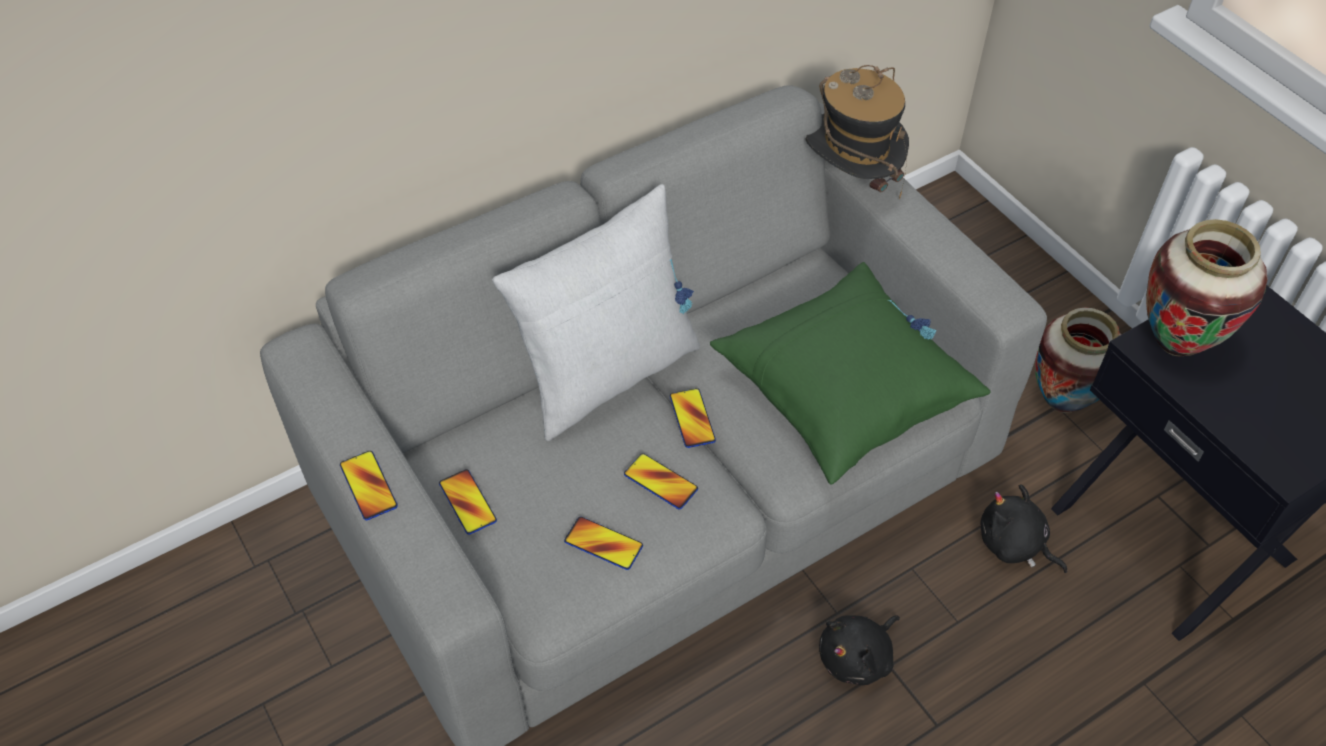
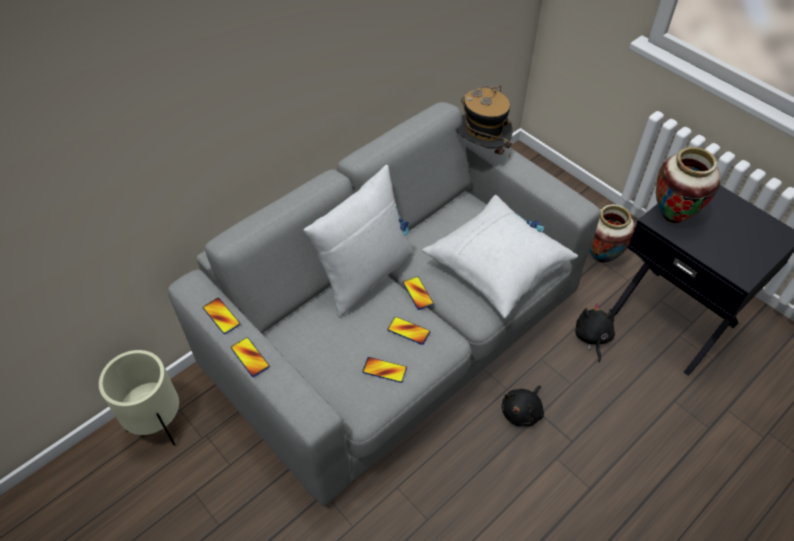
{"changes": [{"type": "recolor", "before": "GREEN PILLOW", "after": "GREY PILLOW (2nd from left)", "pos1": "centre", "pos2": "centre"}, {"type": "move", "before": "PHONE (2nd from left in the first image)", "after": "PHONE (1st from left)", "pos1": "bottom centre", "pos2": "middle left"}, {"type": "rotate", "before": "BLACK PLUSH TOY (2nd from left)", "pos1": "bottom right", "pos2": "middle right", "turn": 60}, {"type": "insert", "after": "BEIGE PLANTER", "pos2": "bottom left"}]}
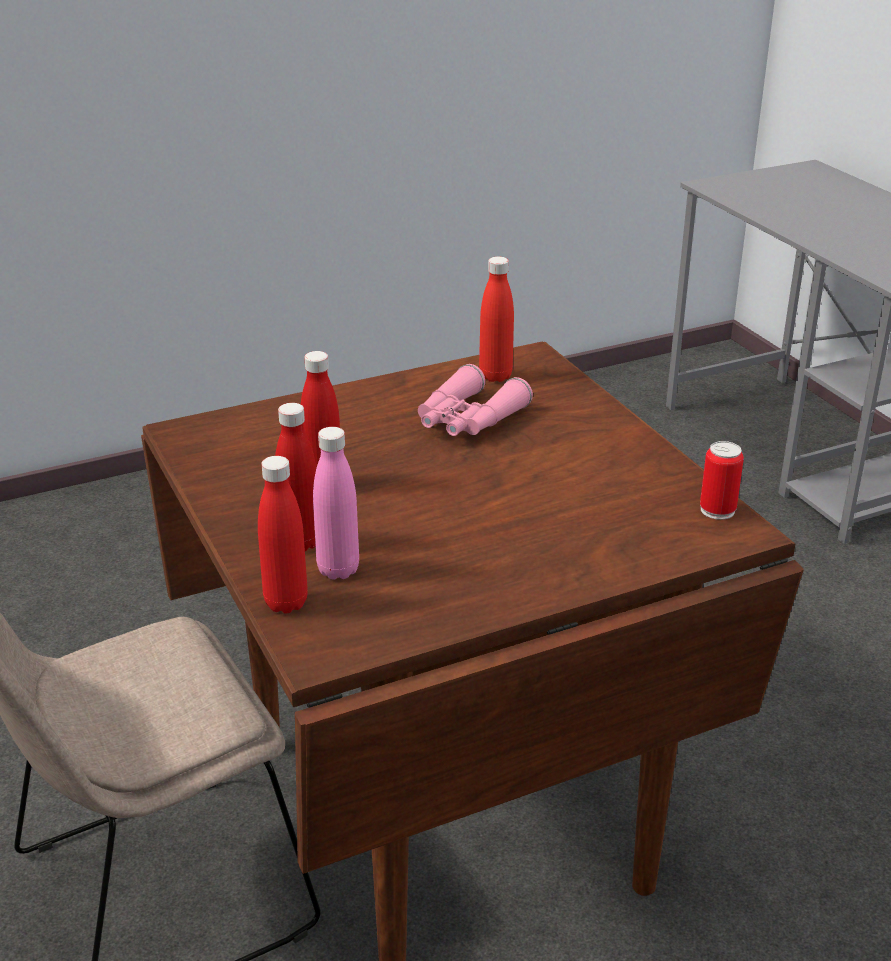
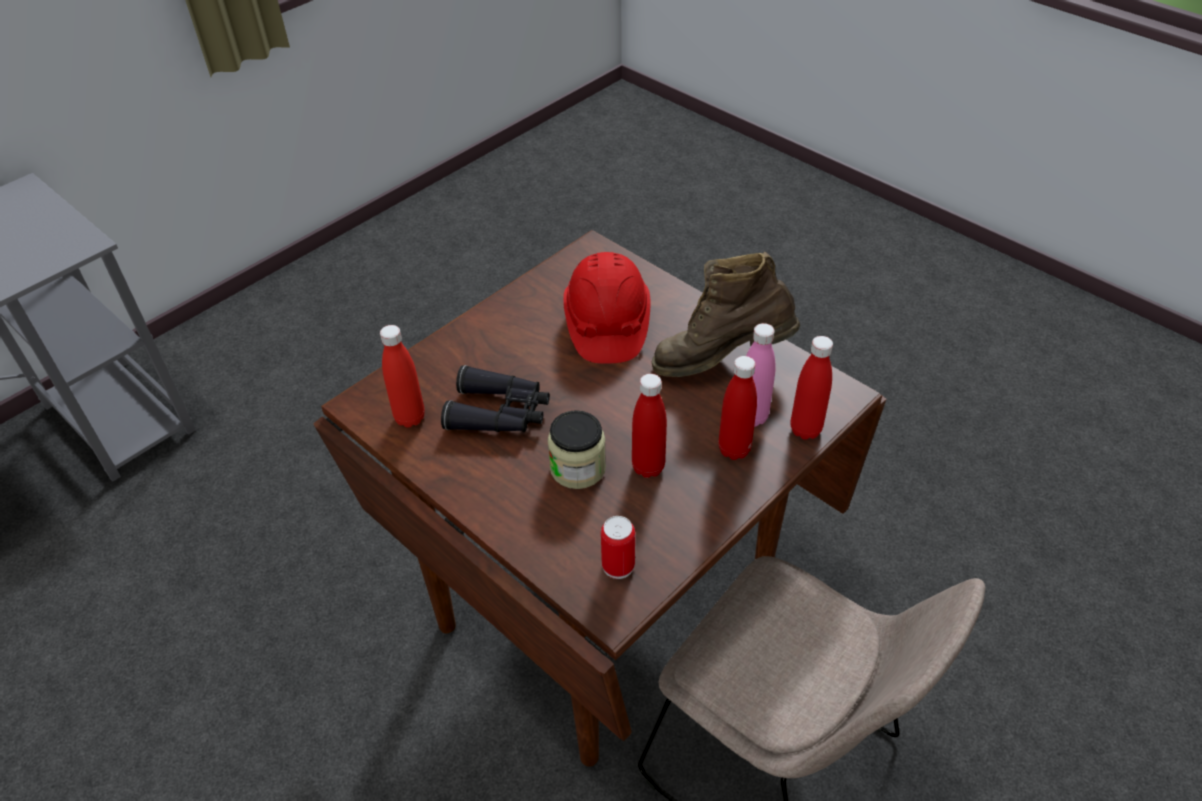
{"changes": [{"type": "recolor", "before": "PINK BINOCULARS", "after": "BLACK BINOCULARS", "pos1": "centre", "pos2": "centre"}, {"type": "move", "before": "CAN", "pos1": "middle right", "pos2": "bottom centre"}, {"type": "insert", "after": "BROWN BOOT", "pos2": "centre"}, {"type": "insert", "after": "RED HARD HAT", "pos2": "centre"}, {"type": "insert", "after": "JAR", "pos2": "centre"}]}
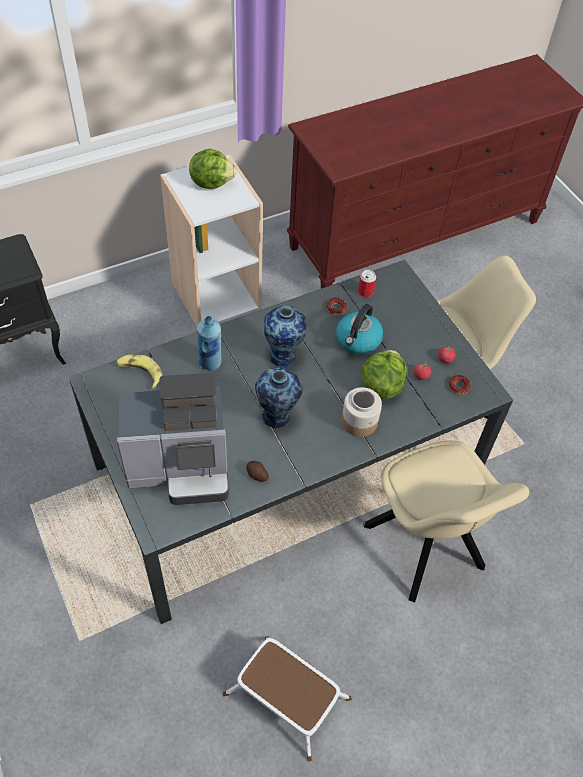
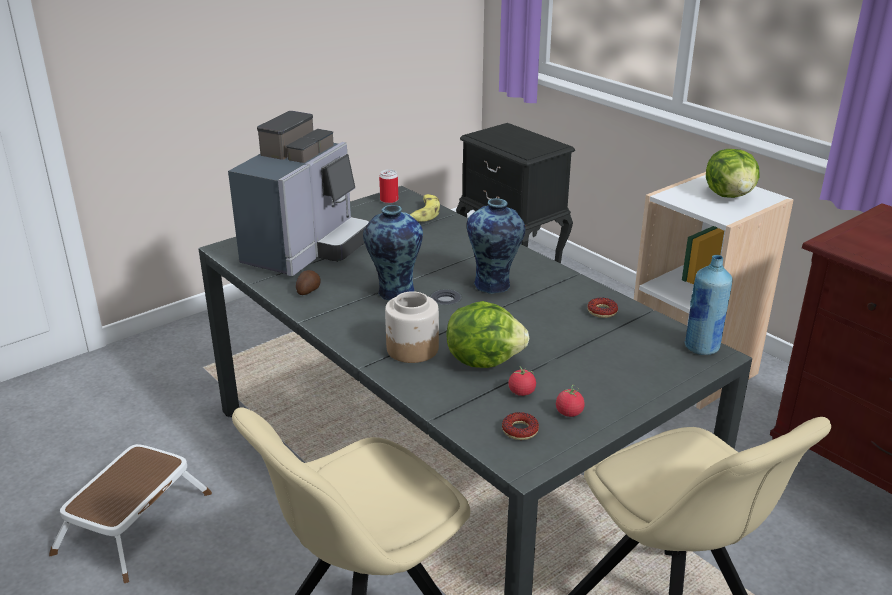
{"changes": [{"type": "move", "before": "CAN", "pos1": "centre", "pos2": "top centre"}, {"type": "delete", "before": "KETTLE", "pos1": "centre"}, {"type": "move", "before": "BLUE BOTTLE", "pos1": "centre", "pos2": "middle right"}, {"type": "rotate", "before": "COFFEE MACHINE", "pos1": "middle left", "pos2": "top centre", "turn": -135}]}
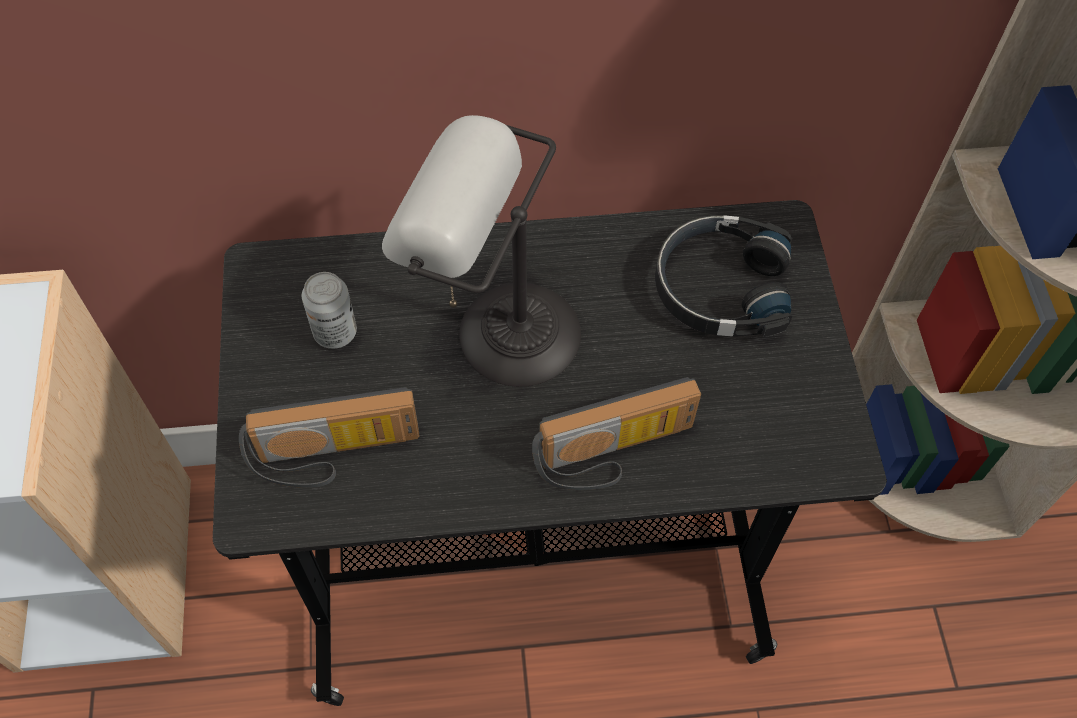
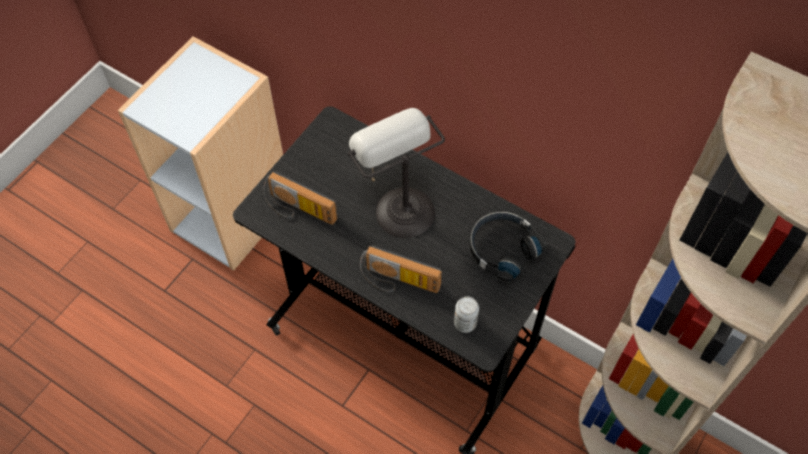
{"changes": [{"type": "move", "before": "CAN", "pos1": "middle left", "pos2": "bottom centre"}]}
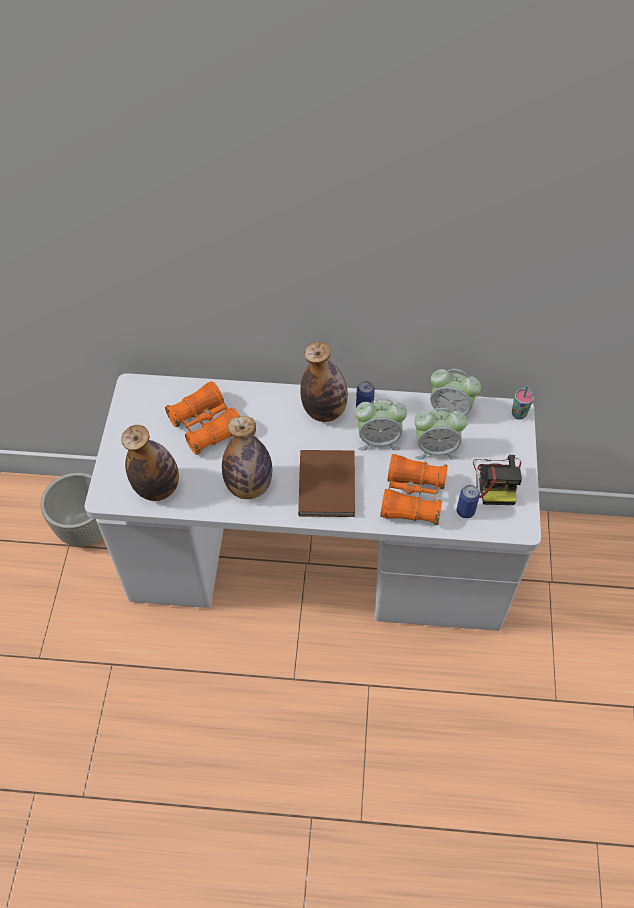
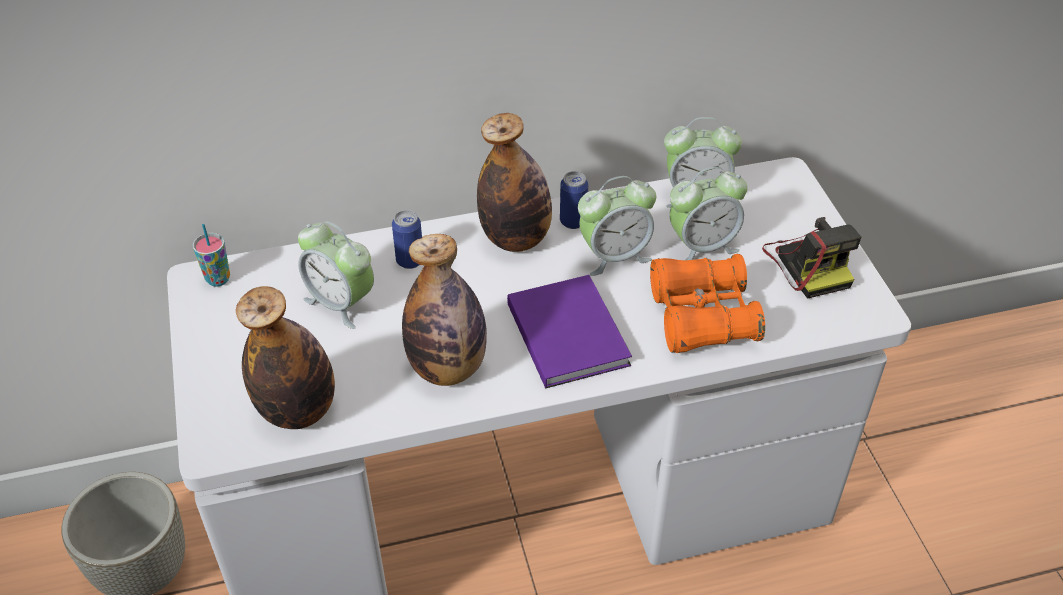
{"changes": [{"type": "replace", "before": "ORANGE BINOCULARS (1st from left)", "after": "ALARM CLOCK (1st from left)", "pos1": "middle left", "pos2": "middle left"}, {"type": "move", "before": "CUP", "pos1": "middle right", "pos2": "middle left"}, {"type": "recolor", "before": "BROWN BOOK", "after": "PURPLE BOOK", "pos1": "centre", "pos2": "centre"}, {"type": "move", "before": "CAN (2nd from left in the first image)", "after": "CAN (1st from left)", "pos1": "middle right", "pos2": "centre"}]}
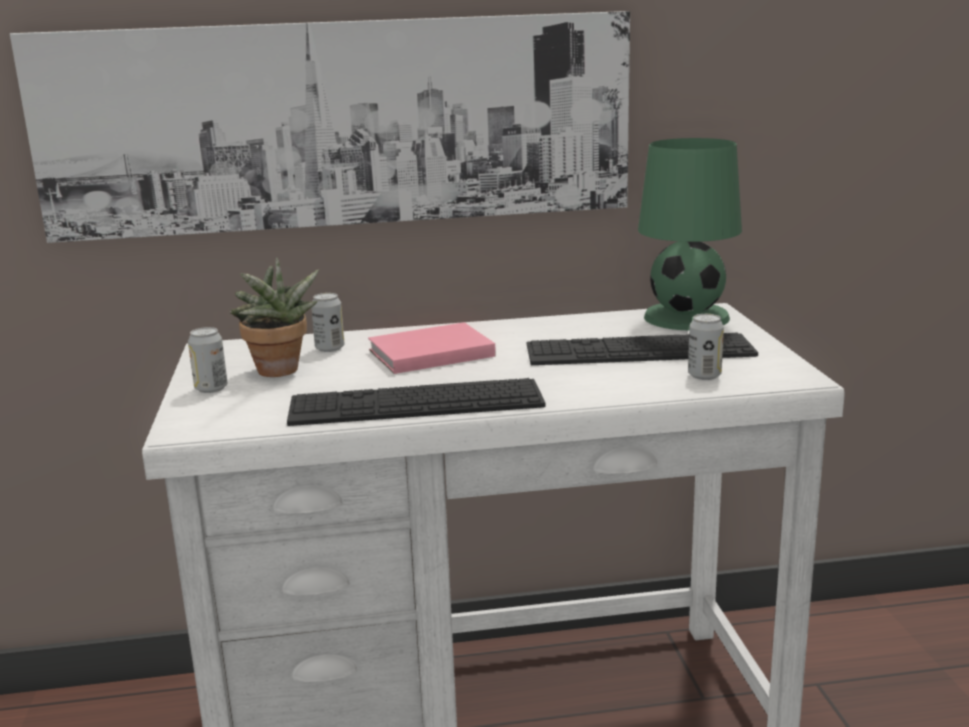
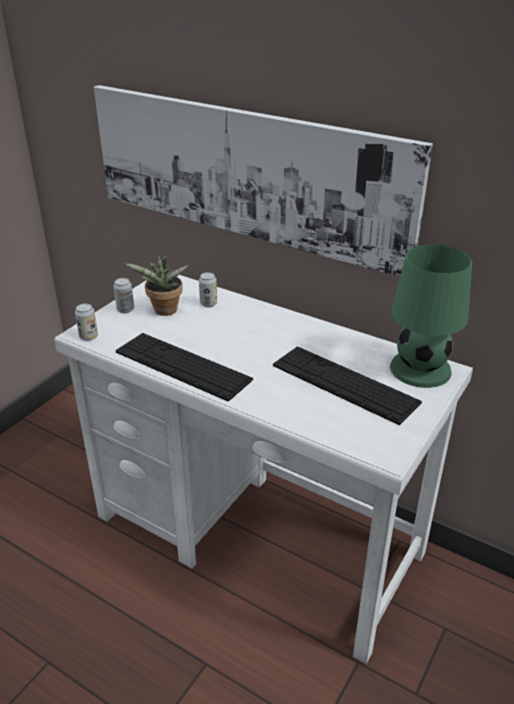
{"changes": [{"type": "move", "before": "CAN (3rd from left in the first image)", "after": "CAN (1st from left)", "pos1": "middle right", "pos2": "middle left"}, {"type": "delete", "before": "PINK BOOK", "pos1": "centre"}]}
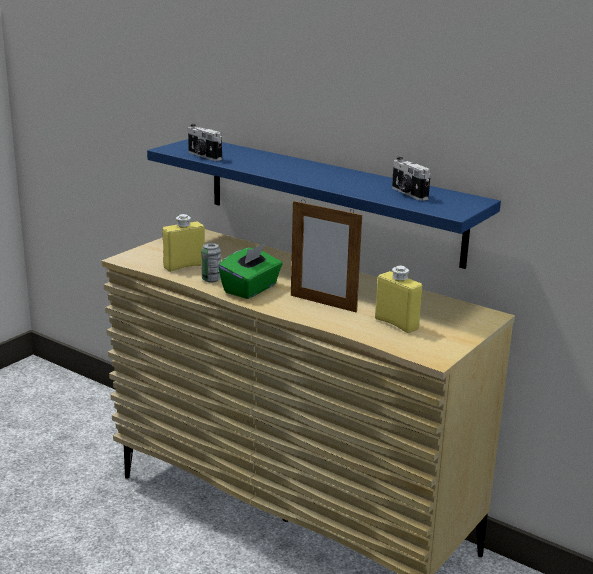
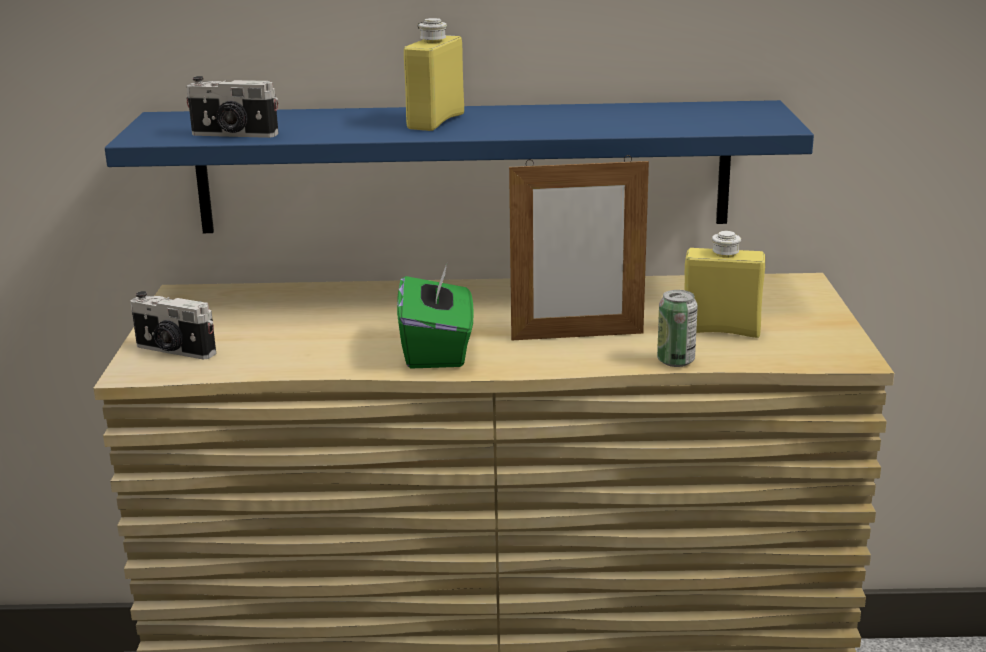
{"changes": [{"type": "move", "before": "PHOTO CAMERA (2nd from left in the first image)", "after": "PHOTO CAMERA (1st from left)", "pos1": "top right", "pos2": "middle left"}, {"type": "move", "before": "YELLOW BOTTLE (1st from left)", "pos1": "middle left", "pos2": "top centre"}, {"type": "move", "before": "CAN", "pos1": "centre", "pos2": "middle right"}]}
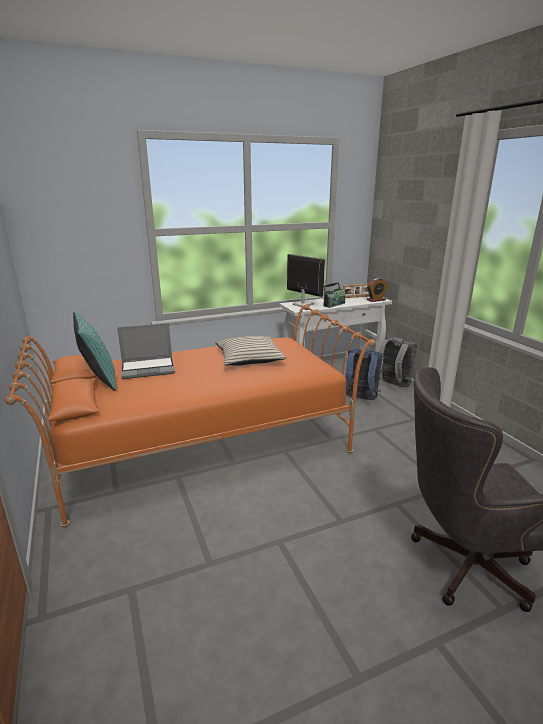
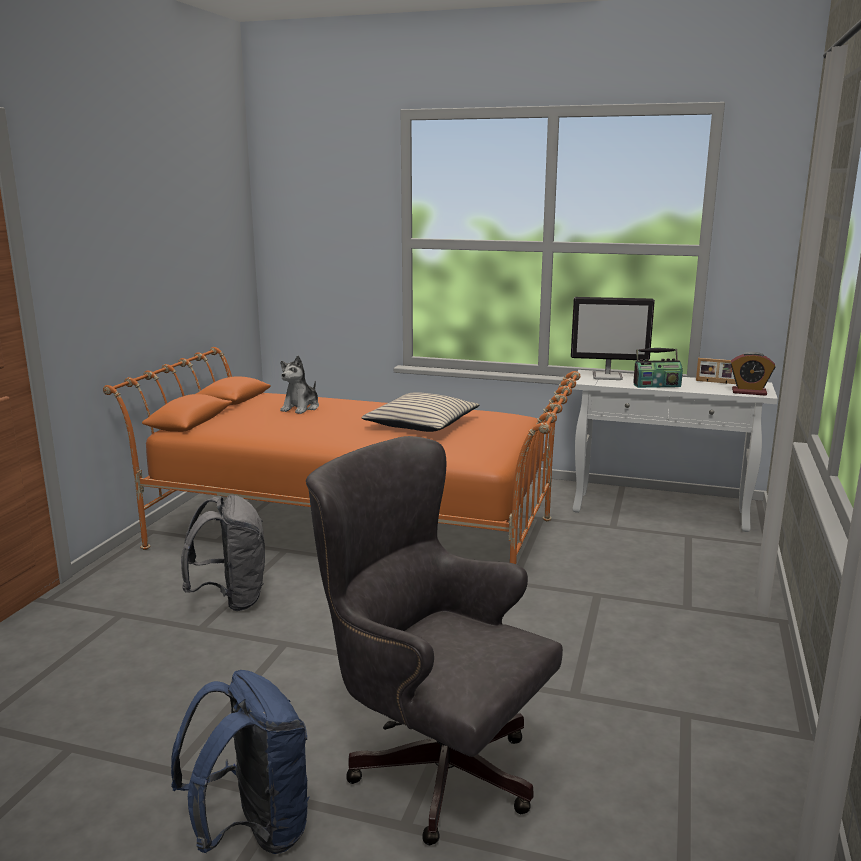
{"changes": [{"type": "rotate", "before": "MONITOR", "pos1": "centre", "pos2": "middle right", "turn": 105}, {"type": "delete", "before": "TURQUOISE PILLOW", "pos1": "middle left"}, {"type": "replace", "before": "LAPTOP", "after": "PLUSH TOY", "pos1": "middle left", "pos2": "centre"}, {"type": "move", "before": "GREY BACKPACK", "pos1": "middle right", "pos2": "middle left"}, {"type": "move", "before": "BLUE BACKPACK", "pos1": "middle right", "pos2": "bottom left"}]}
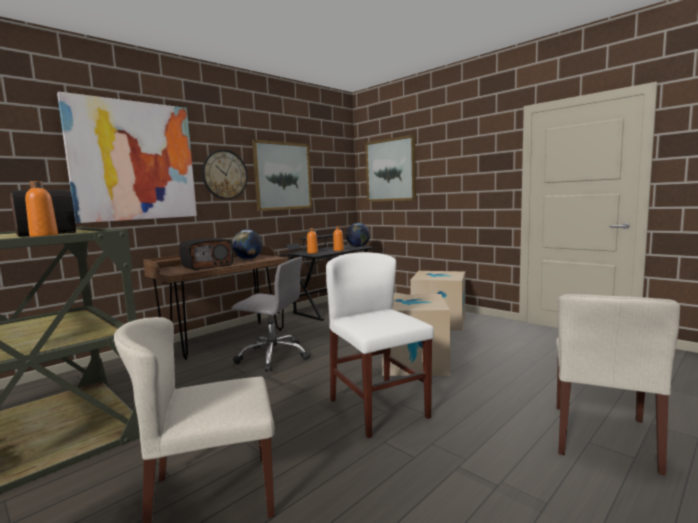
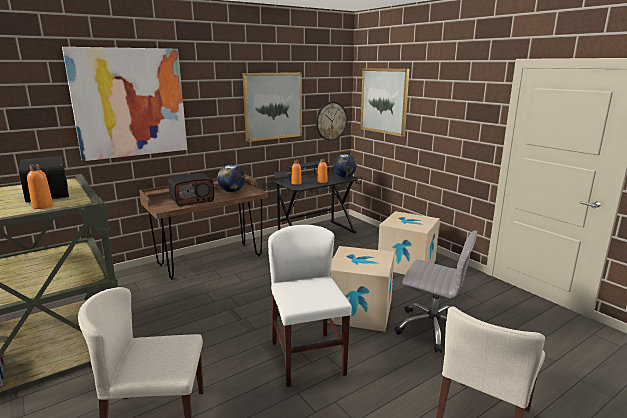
{"changes": [{"type": "move", "before": "WALL CLOCK", "pos1": "top left", "pos2": "top centre"}, {"type": "move", "before": "GREY OFFICE CHAIR", "pos1": "centre", "pos2": "bottom right"}]}
